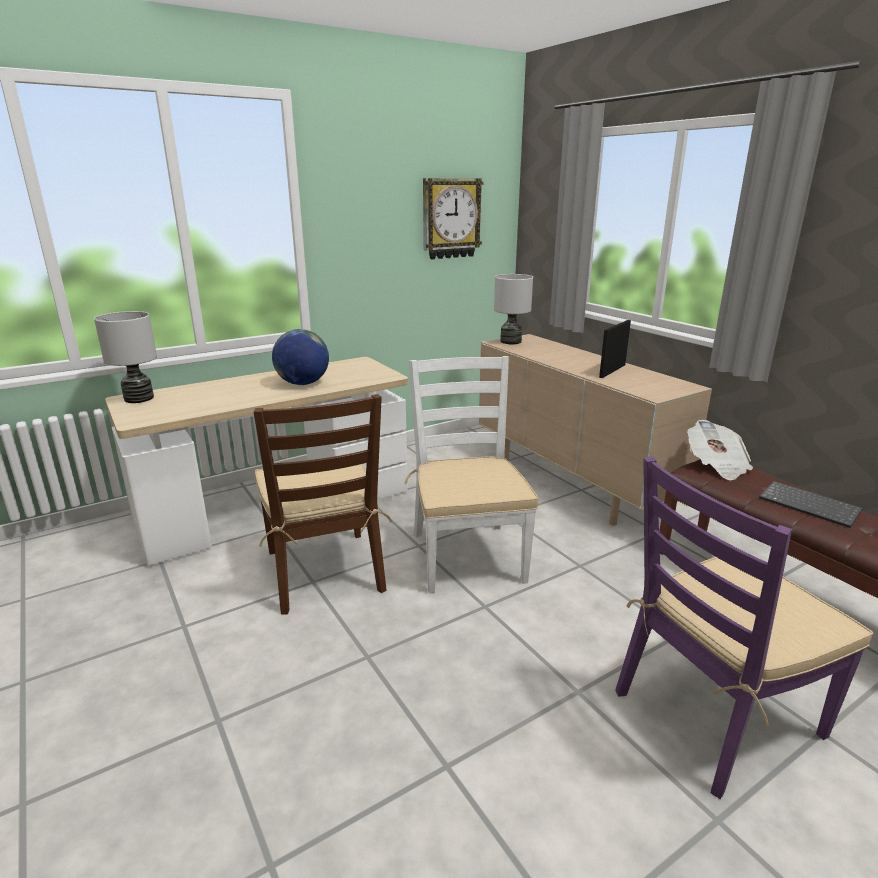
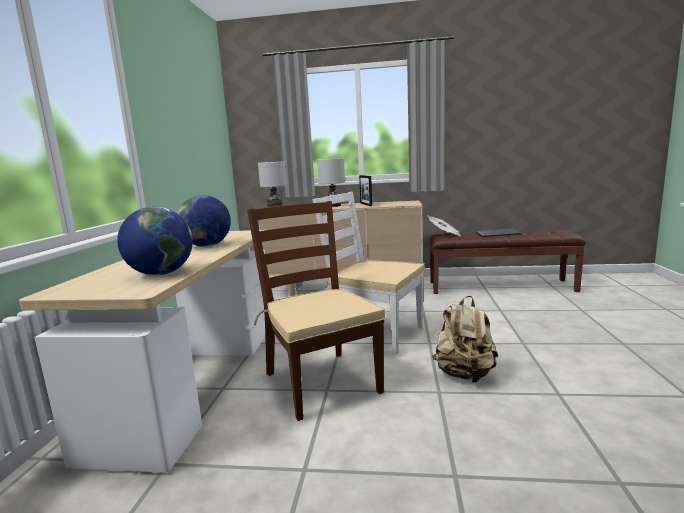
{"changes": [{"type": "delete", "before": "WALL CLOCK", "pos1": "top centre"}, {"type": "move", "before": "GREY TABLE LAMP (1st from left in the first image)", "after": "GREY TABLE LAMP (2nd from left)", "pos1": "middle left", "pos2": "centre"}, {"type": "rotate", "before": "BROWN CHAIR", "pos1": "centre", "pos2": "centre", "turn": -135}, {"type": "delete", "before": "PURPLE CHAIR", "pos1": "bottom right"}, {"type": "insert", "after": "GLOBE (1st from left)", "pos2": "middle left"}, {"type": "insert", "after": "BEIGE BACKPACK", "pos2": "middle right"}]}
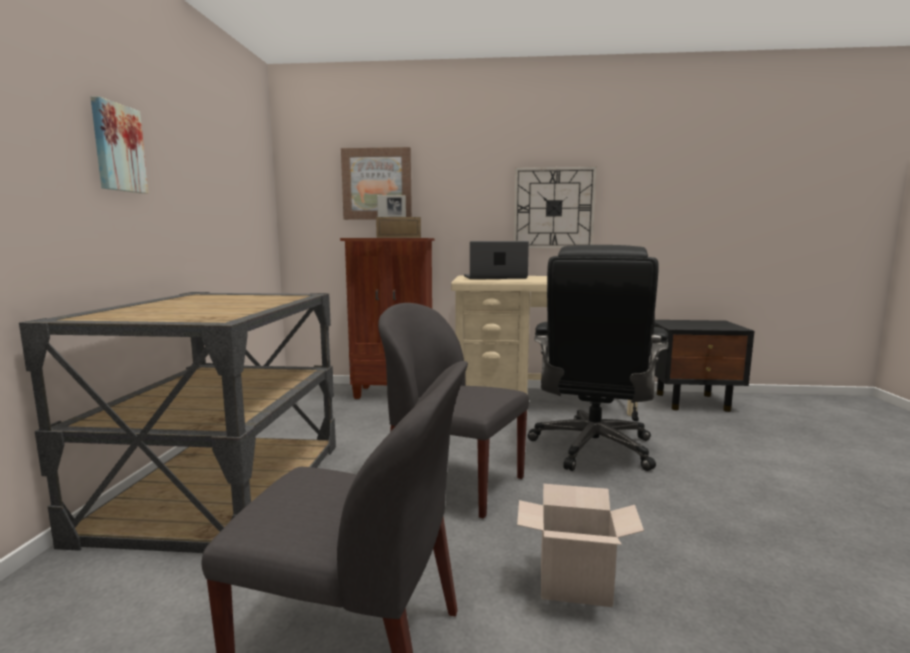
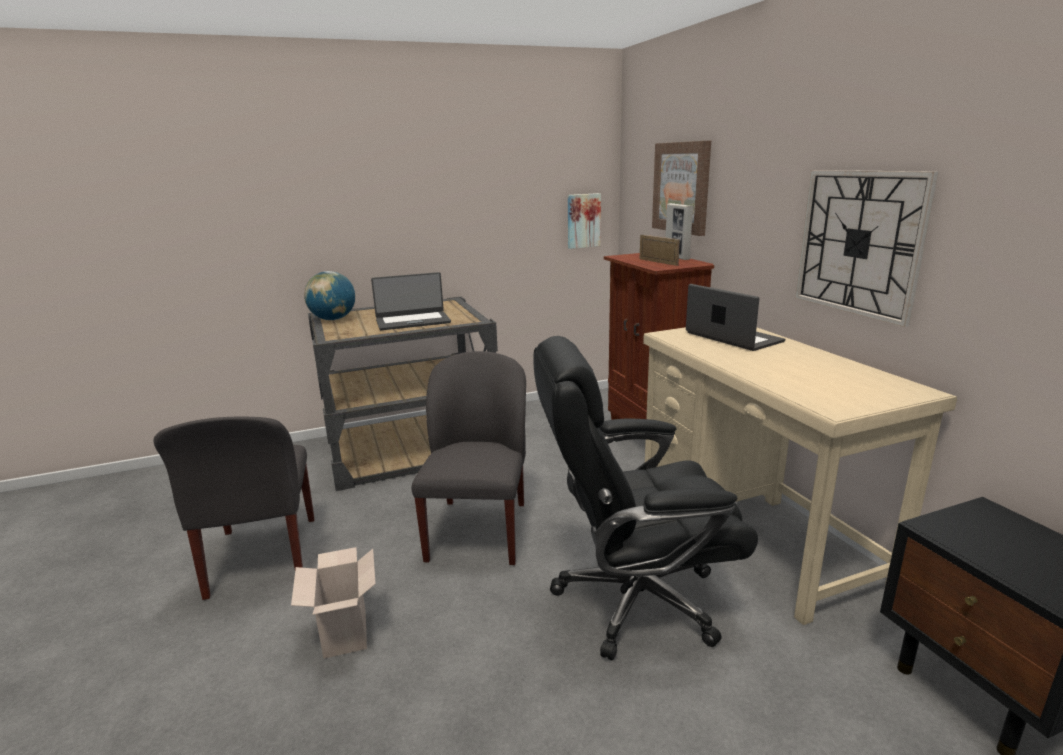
{"changes": [{"type": "move", "before": "PICTURE (1st from left)", "pos1": "top left", "pos2": "top centre"}, {"type": "insert", "after": "GLOBE", "pos2": "middle left"}, {"type": "insert", "after": "LAPTOP (1st from left)", "pos2": "centre"}]}
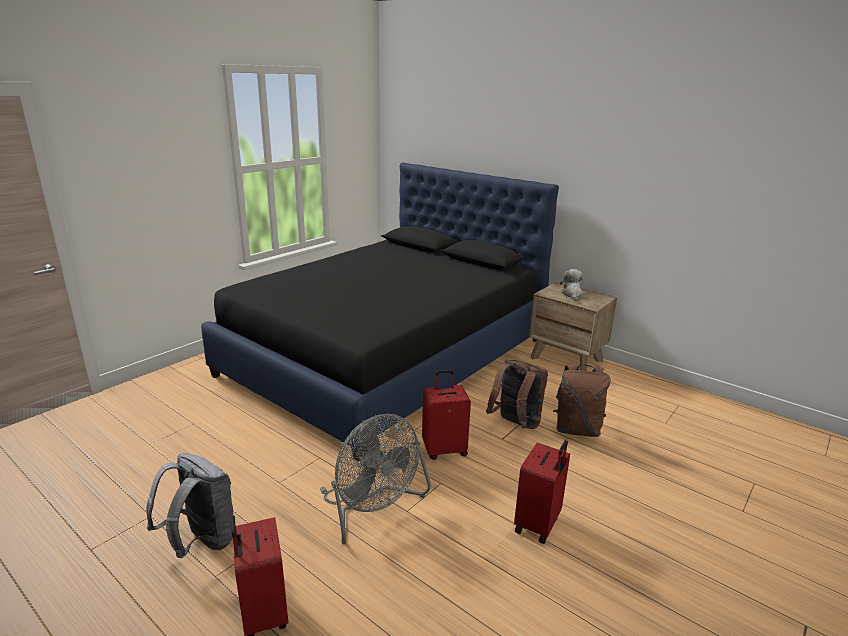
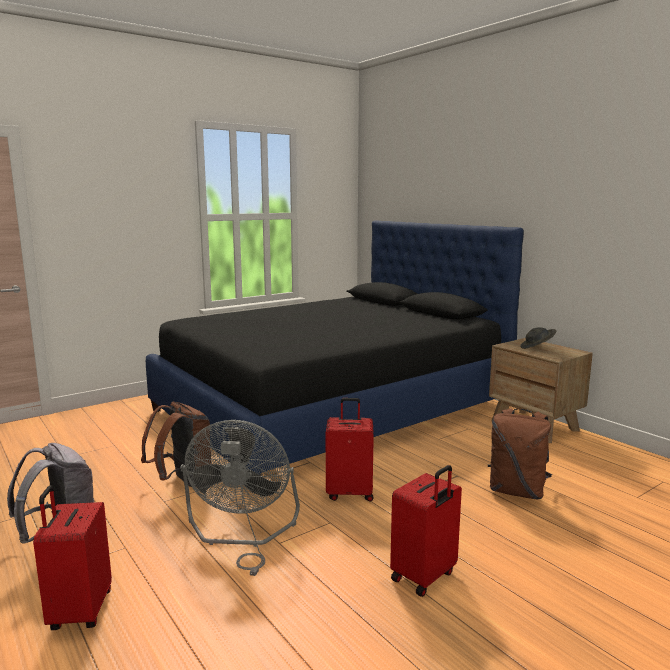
{"changes": [{"type": "replace", "before": "PLUSH TOY", "after": "GREY HAT", "pos1": "middle right", "pos2": "middle right"}, {"type": "move", "before": "BROWN BACKPACK (1st from left)", "pos1": "centre", "pos2": "middle left"}, {"type": "rotate", "before": "GREY FAN", "pos1": "bottom centre", "pos2": "bottom centre", "turn": -150}]}
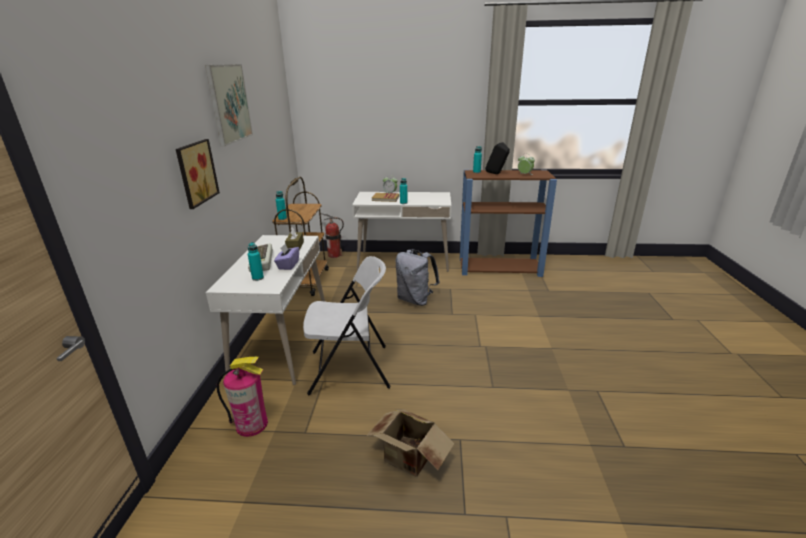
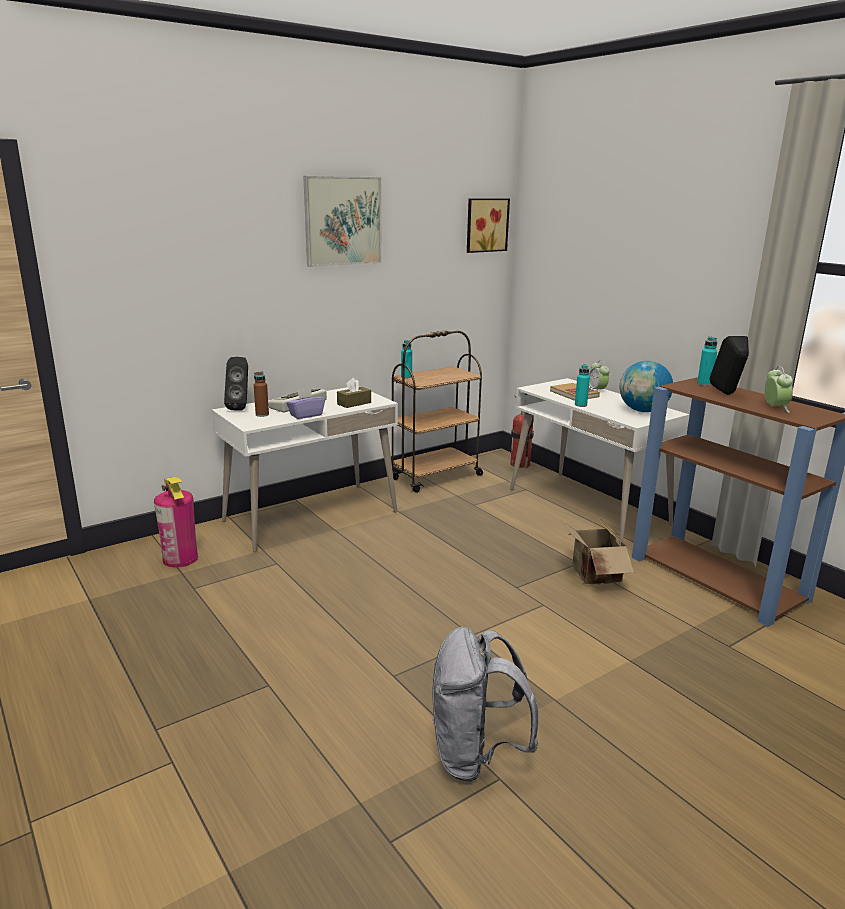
{"changes": [{"type": "move", "before": "PICTURE (1st from left in the first image)", "after": "PICTURE (2nd from left)", "pos1": "top left", "pos2": "top centre"}, {"type": "recolor", "before": "TURQUOISE BOTTLE (1st from left)", "after": "BROWN BOTTLE", "pos1": "middle left", "pos2": "middle left"}, {"type": "move", "before": "GREY BACKPACK", "pos1": "centre", "pos2": "bottom centre"}, {"type": "delete", "before": "WHITE CHAIR", "pos1": "centre"}, {"type": "move", "before": "CARDBOARD BOX", "pos1": "bottom centre", "pos2": "middle right"}, {"type": "insert", "after": "BLACK SPEAKER (1st from left)", "pos2": "middle left"}, {"type": "insert", "after": "GLOBE", "pos2": "middle right"}]}
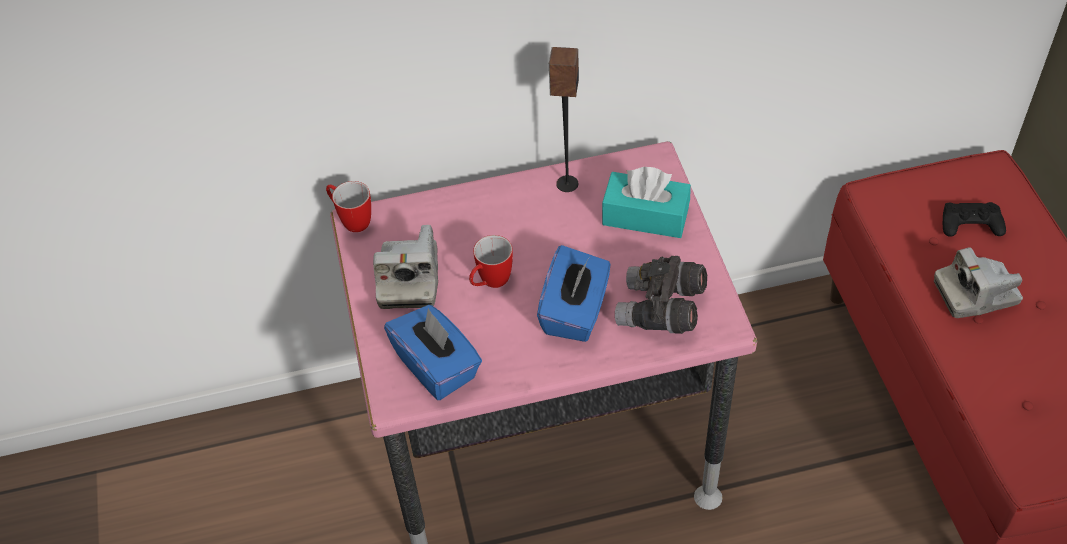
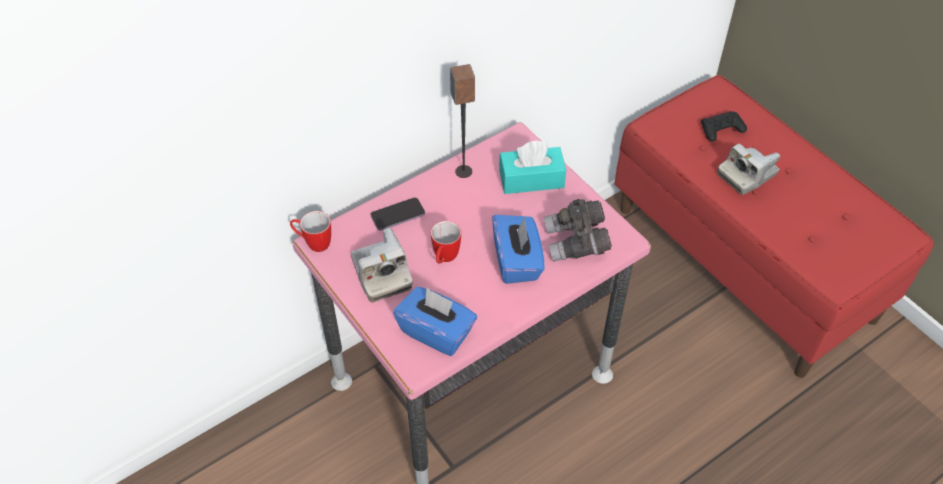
{"changes": [{"type": "insert", "after": "PHONE", "pos2": "centre"}]}
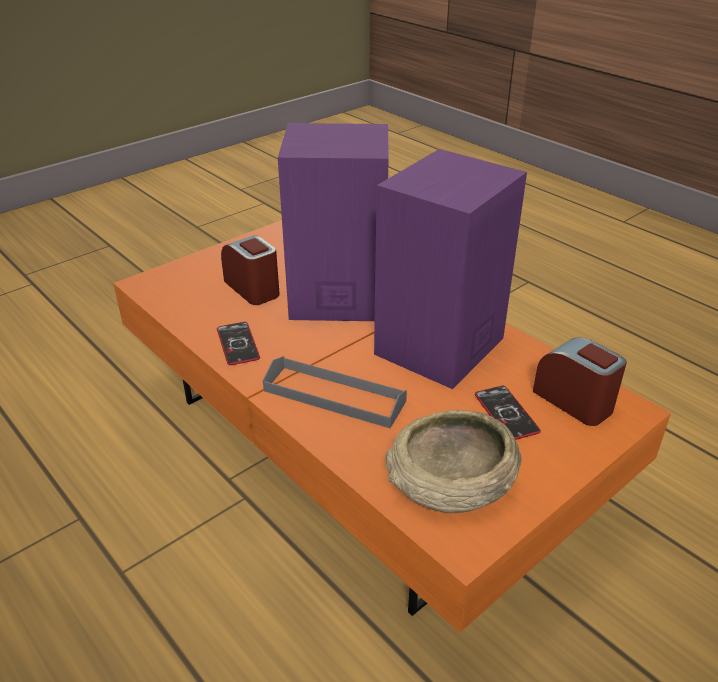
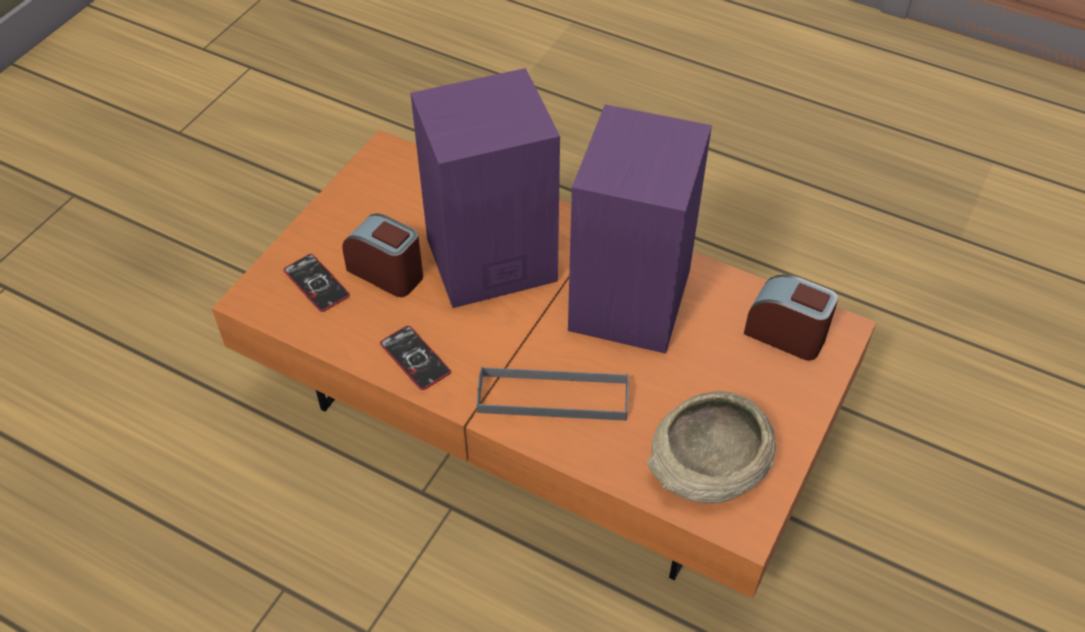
{"changes": [{"type": "move", "before": "PHONE (2nd from left in the first image)", "after": "PHONE (1st from left)", "pos1": "middle right", "pos2": "middle left"}]}
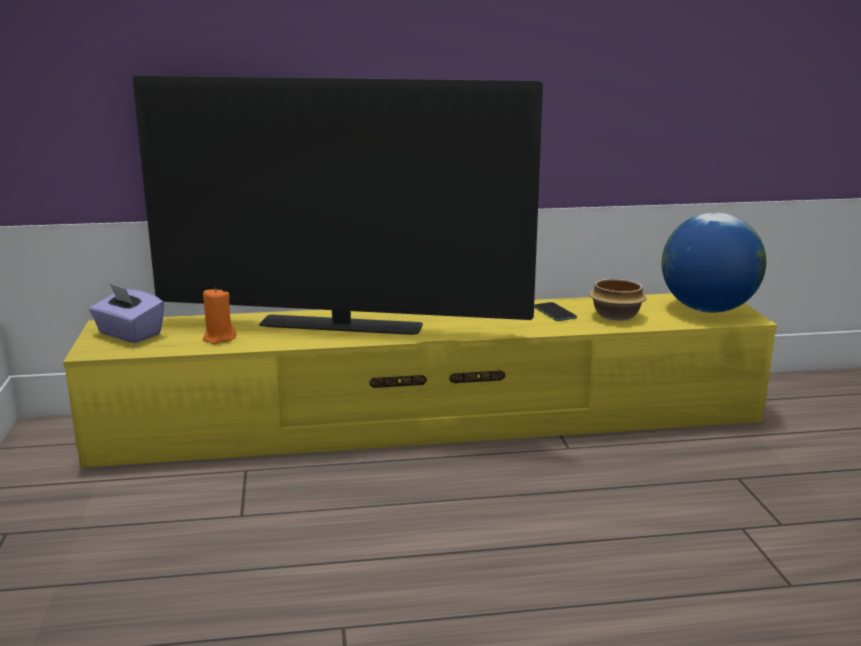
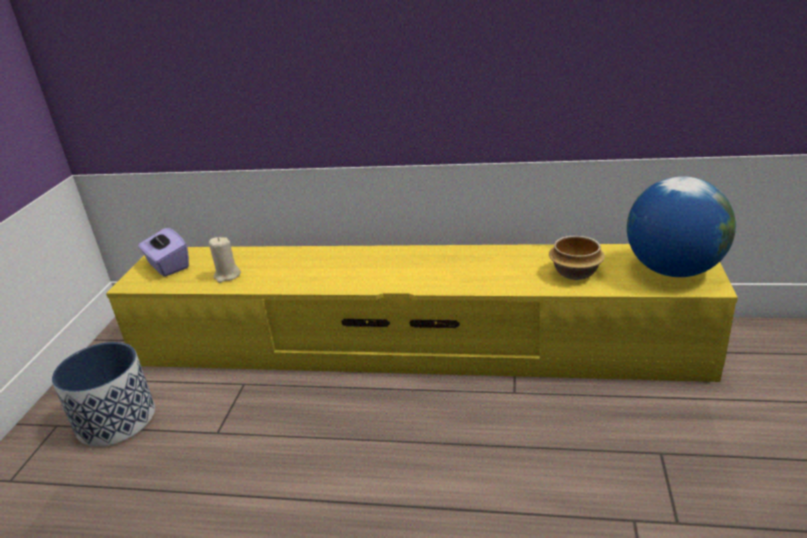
{"changes": [{"type": "delete", "before": "TELEVISION", "pos1": "top centre"}, {"type": "recolor", "before": "ORANGE CANDLE", "after": "BEIGE CANDLE", "pos1": "middle left", "pos2": "middle left"}, {"type": "delete", "before": "PHONE", "pos1": "centre"}, {"type": "insert", "after": "PLANTER", "pos2": "bottom left"}]}
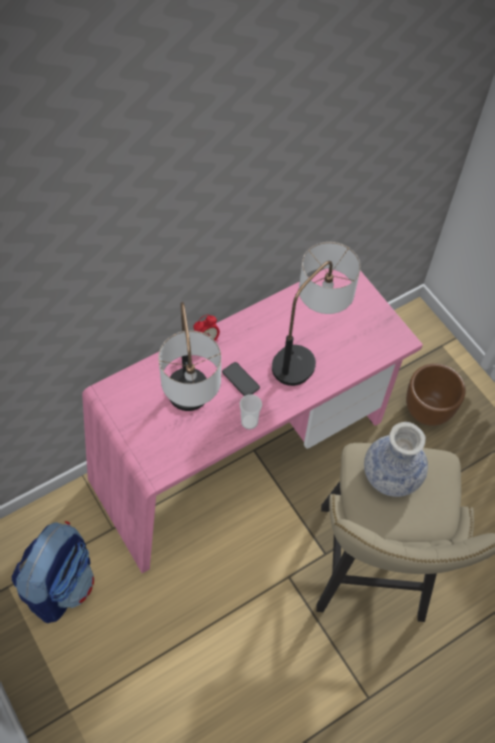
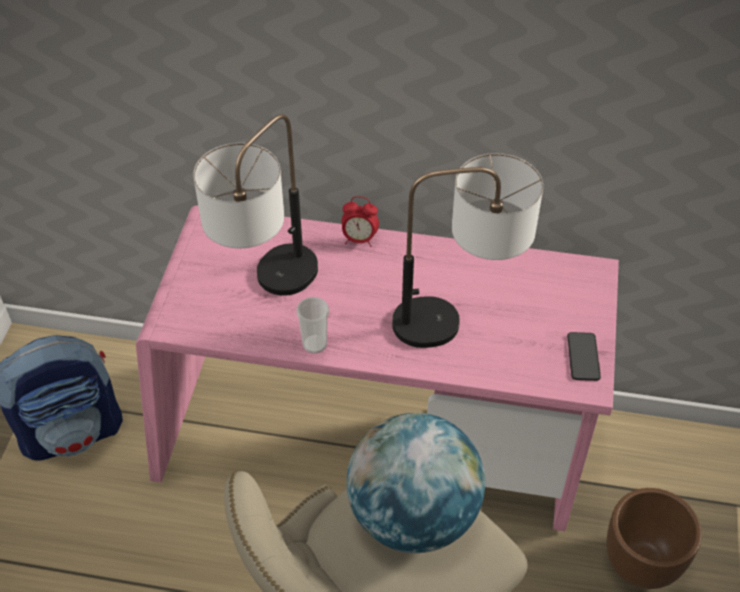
{"changes": [{"type": "move", "before": "PHONE", "pos1": "centre", "pos2": "middle right"}, {"type": "replace", "before": "VASE", "after": "GLOBE", "pos1": "middle right", "pos2": "bottom centre"}]}
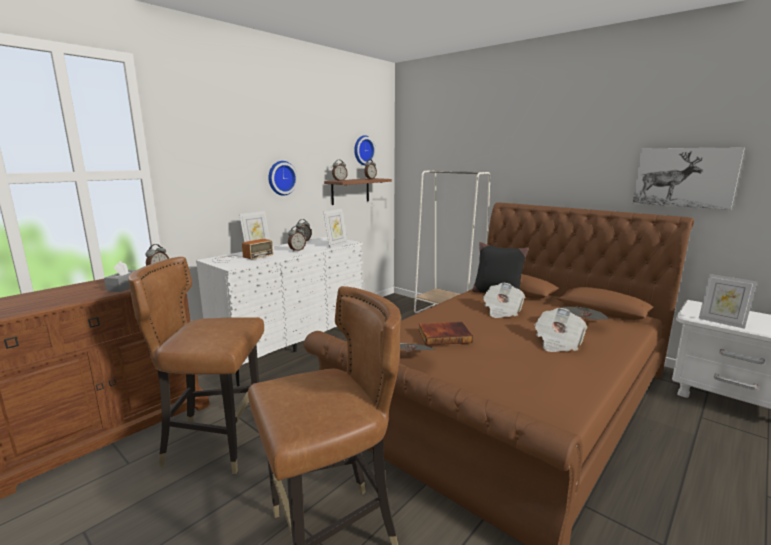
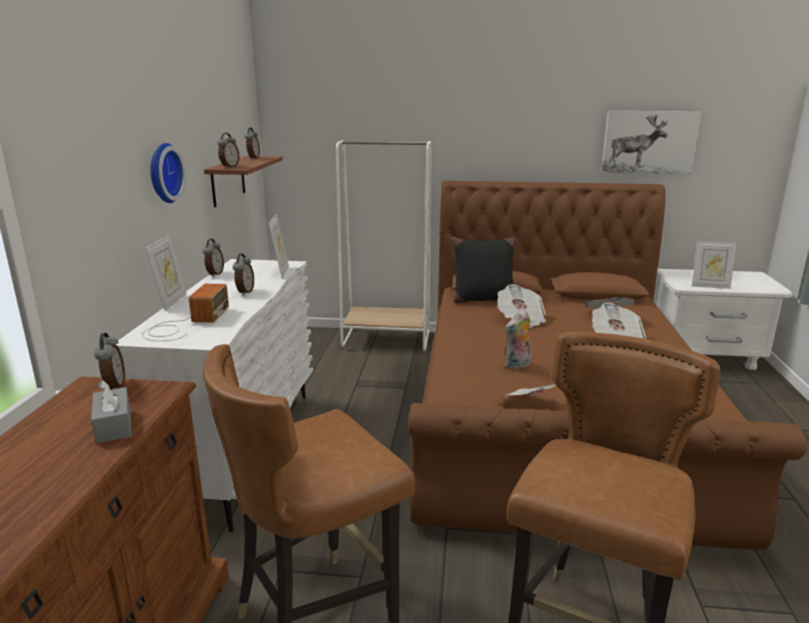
{"changes": [{"type": "delete", "before": "WALL CLOCK (2nd from left)", "pos1": "top centre"}, {"type": "replace", "before": "BOOK", "after": "PLUSH TOY", "pos1": "centre", "pos2": "centre"}]}
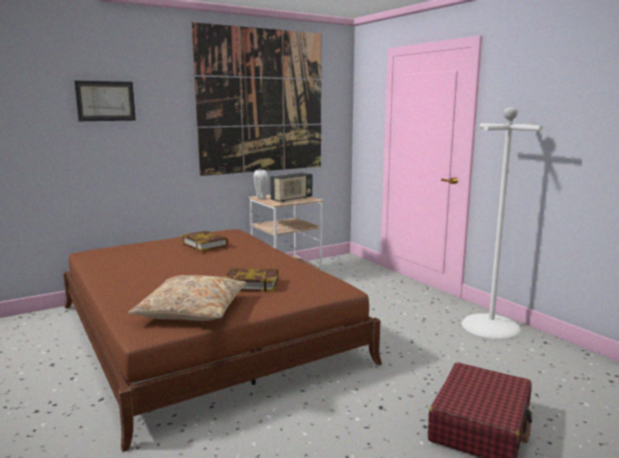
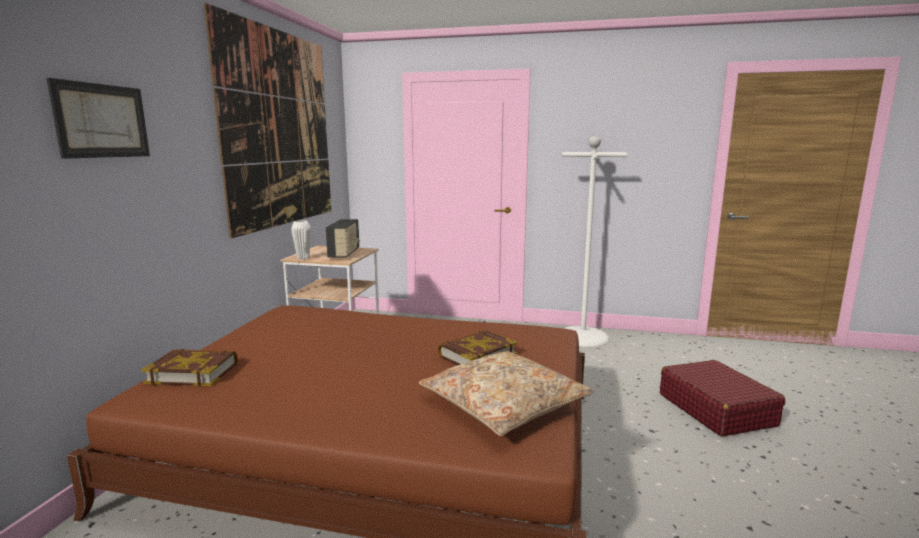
{"changes": [{"type": "move", "before": "BOOK (1st from left)", "pos1": "middle left", "pos2": "bottom left"}]}
